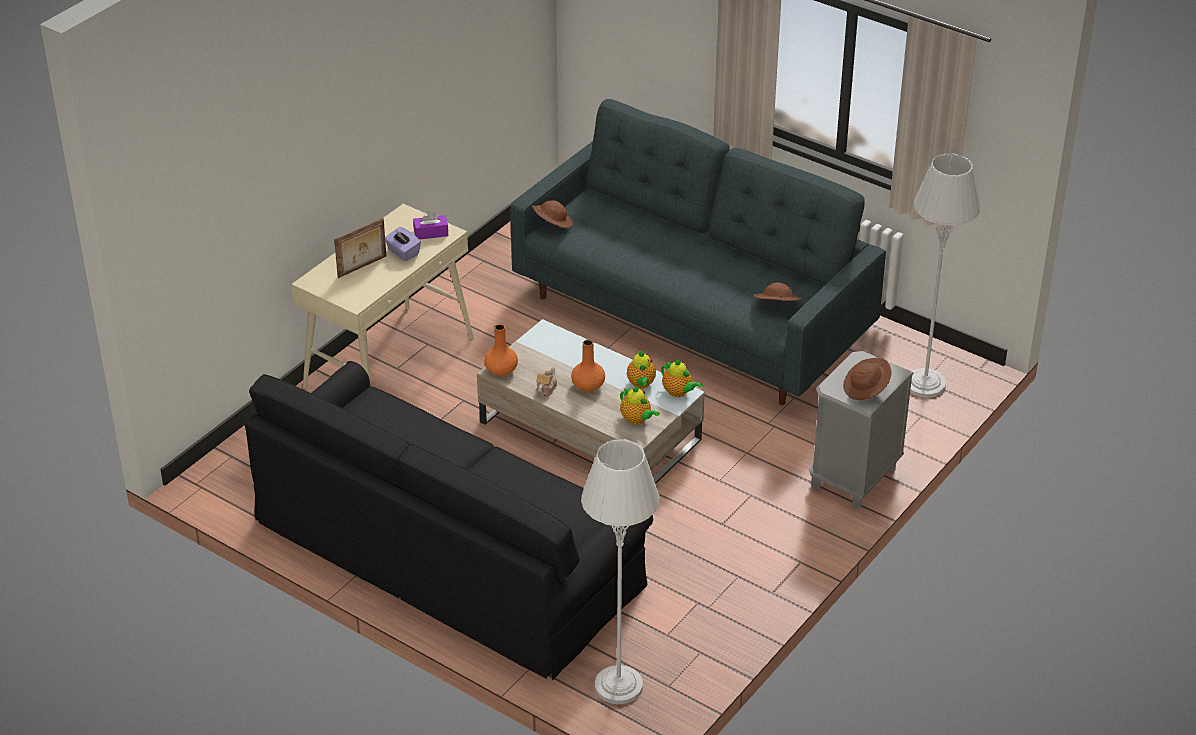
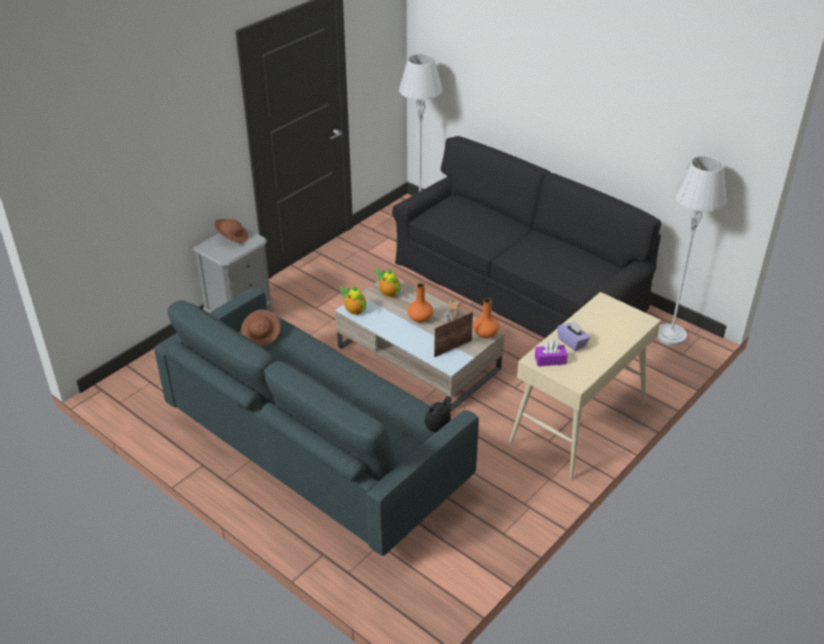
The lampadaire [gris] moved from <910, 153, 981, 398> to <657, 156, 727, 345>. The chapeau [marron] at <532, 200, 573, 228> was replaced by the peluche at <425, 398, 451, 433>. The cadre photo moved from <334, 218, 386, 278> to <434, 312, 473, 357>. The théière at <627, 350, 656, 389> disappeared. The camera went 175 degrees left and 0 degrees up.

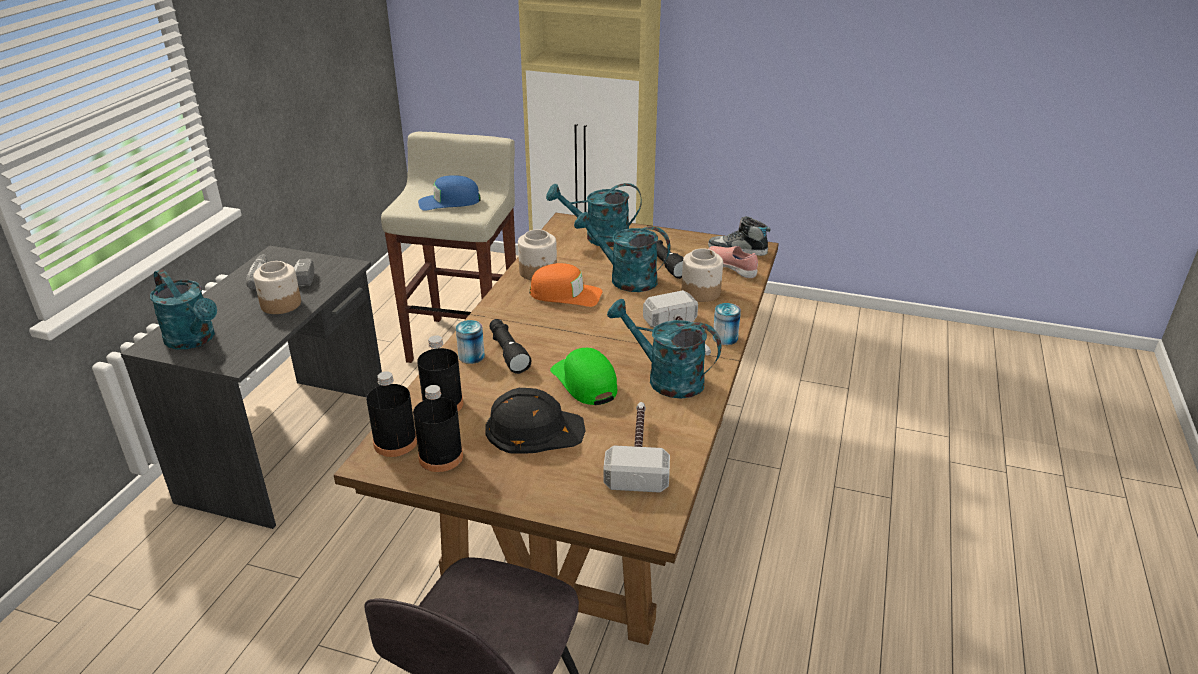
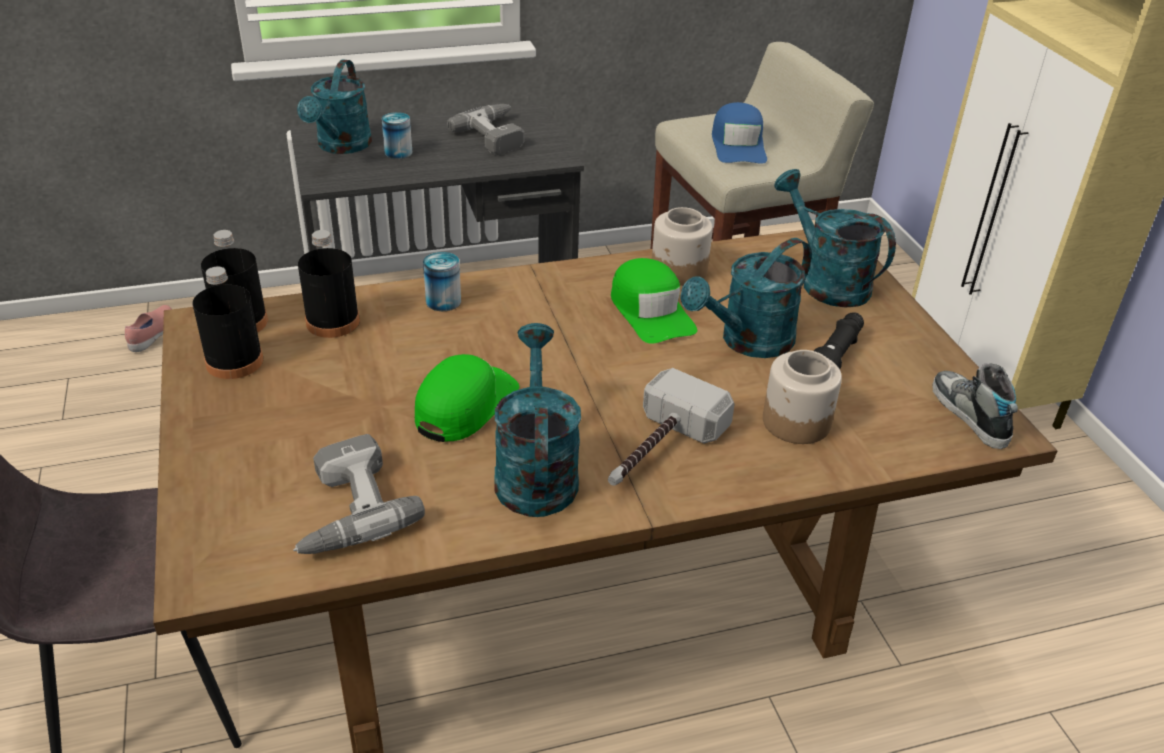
The casquette [bleu] at <418, 175, 481, 211> turned 135 degrees counterclockwise. The arrosoir [turquoise] at <574, 212, 670, 292> turned 120 degrees counterclockwise. The chaussure [rose] moved from <709, 246, 758, 278> to <125, 305, 172, 352>. The bocal at <253, 261, 301, 314> disappeared. The casquette [orange] at <530, 263, 603, 307> became the casquette [vert] at <611, 258, 697, 344>. The boîte métallique moved from <713, 303, 741, 345> to <381, 112, 413, 159>. The lampe de poche [noir] at <489, 319, 531, 374> disappeared. The casque de chantier [noir] at <485, 388, 585, 454> disappeared. The marteau at <603, 402, 670, 493> was replaced by the perceuse at <293, 434, 425, 554>. The camera went 55 degrees right and 5 degrees up.

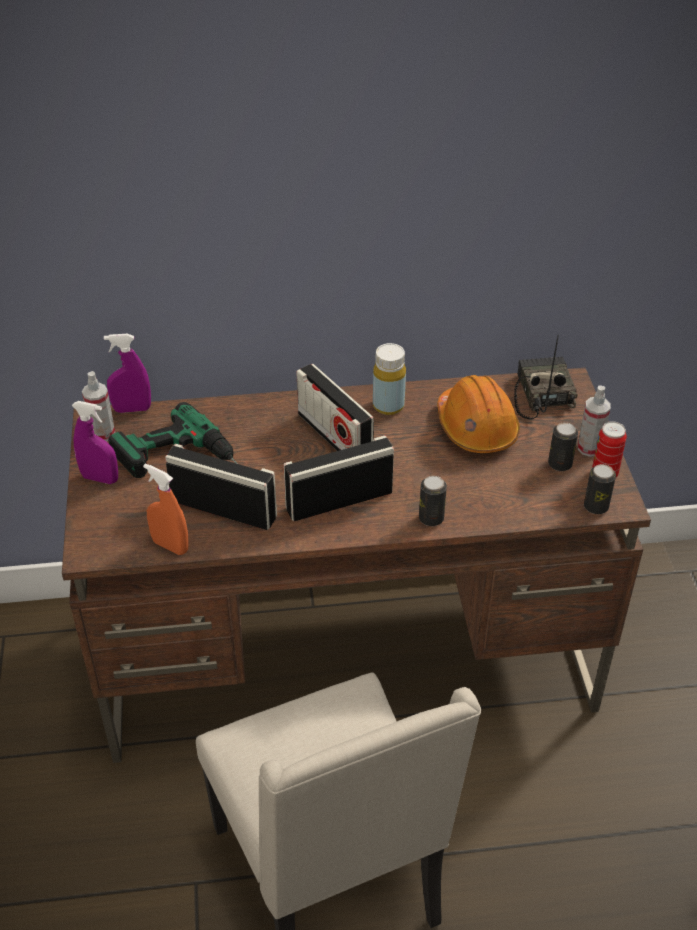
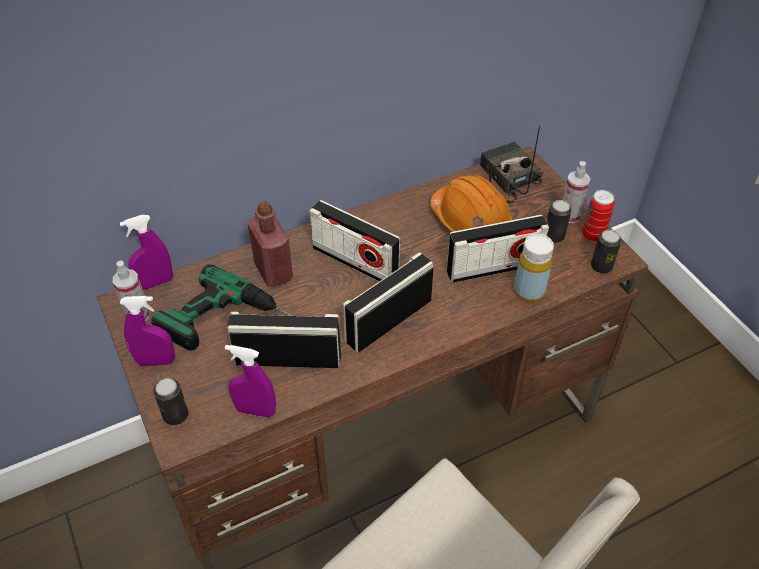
The bouteille [jaune] moved from <373, 343, 406, 415> to <514, 234, 554, 301>. The vaporisateur [orange] at <143, 464, 189, 555> became the vaporisateur [violet] at <225, 345, 276, 418>. The boîte métallique moved from <419, 476, 447, 526> to <153, 378, 188, 425>. The bouteille [rouge] at <247, 201, 293, 287> appeared. The radio at <447, 215, 549, 283> appeared. The camera went 20 degrees left and 5 degrees up.

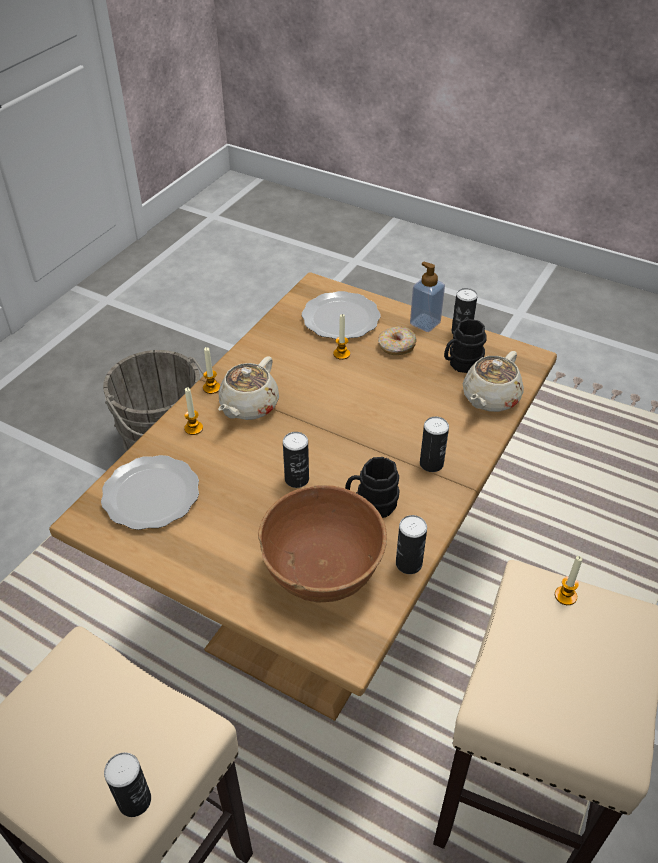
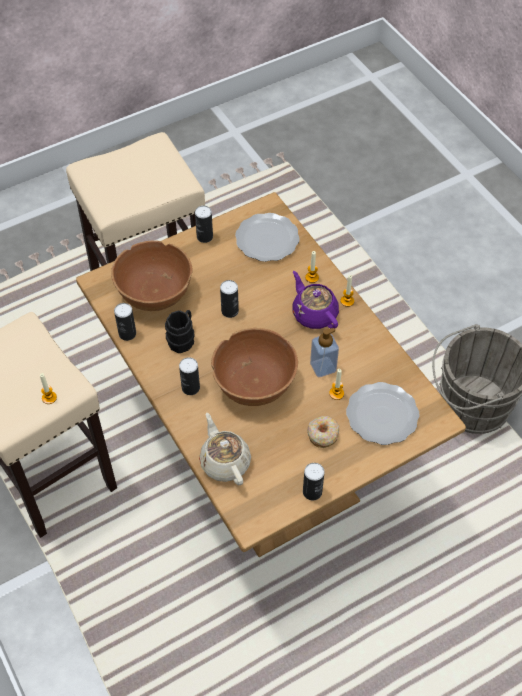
The distributeur de savon moved from <410, 262, 445, 332> to <310, 328, 339, 377>. The mug [noir] at <444, 319, 486, 373> disappeared. The théière [beige] at <218, 356, 279, 420> became the théière [violet] at <292, 271, 339, 329>. The boîte métallique moved from <104, 752, 151, 817> to <195, 206, 213, 243>. The bol [marron] at <211, 328, 298, 406> appeared. The camera went 120 degrees right and 10 degrees up.

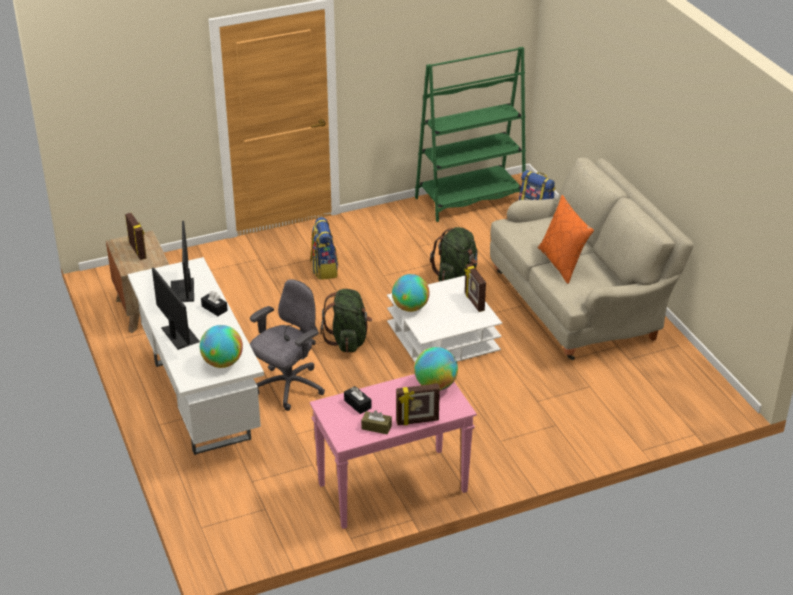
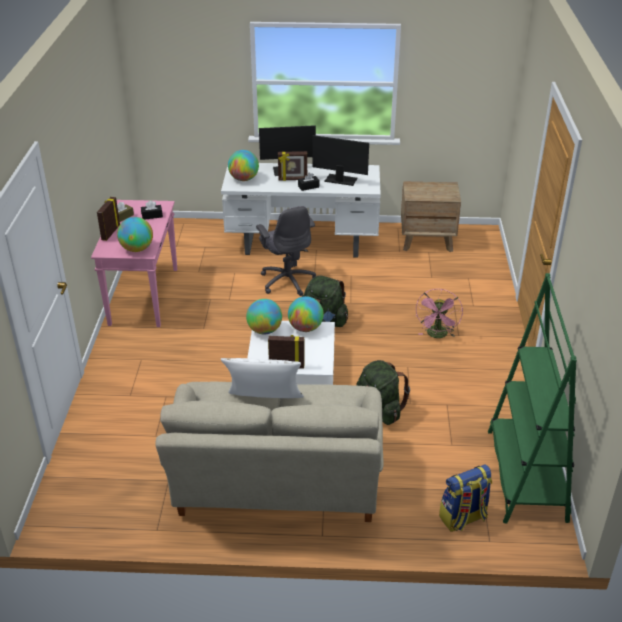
The coussin [orange] at <538, 195, 594, 284> became the coussin [blanc] at <221, 358, 304, 398>. The cadre photo moved from <125, 213, 146, 260> to <278, 151, 307, 181>. The sac à dos at <310, 217, 339, 280> was replaced by the ventilateur [rose] at <415, 289, 463, 338>. The globe at <246, 299, 282, 335> appeared. The camera went 115 degrees right and 0 degrees up.

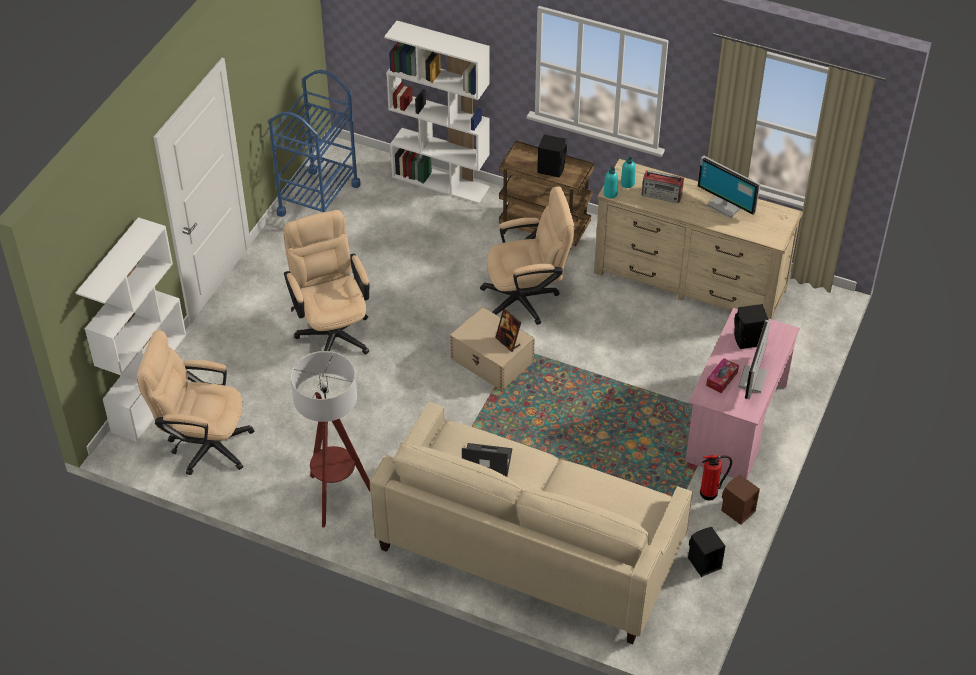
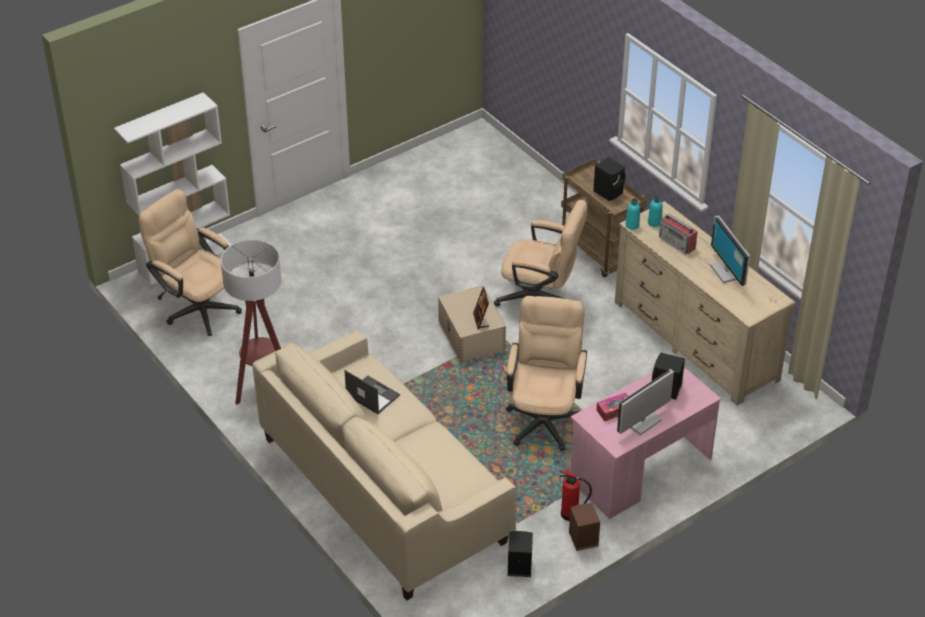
The bibliothèque [blanc] at <384, 21, 490, 204> disappeared. The chariot [bleu] at <269, 70, 361, 217> disappeared. The chaise de bureau [beige] moved from <283, 210, 369, 354> to <506, 296, 587, 451>. The camera went 30 degrees right and 5 degrees down.

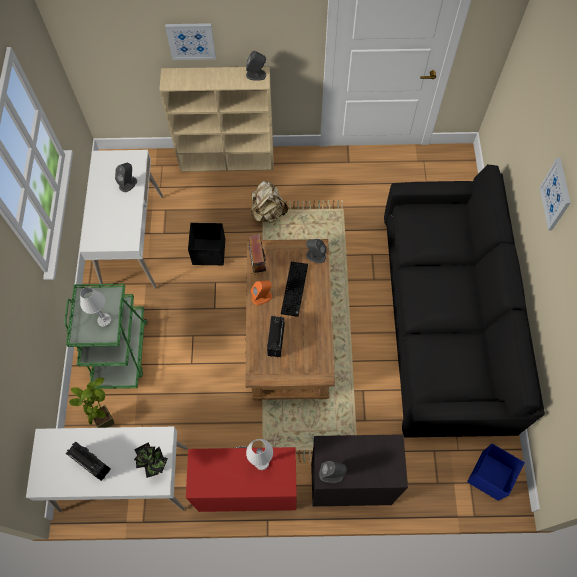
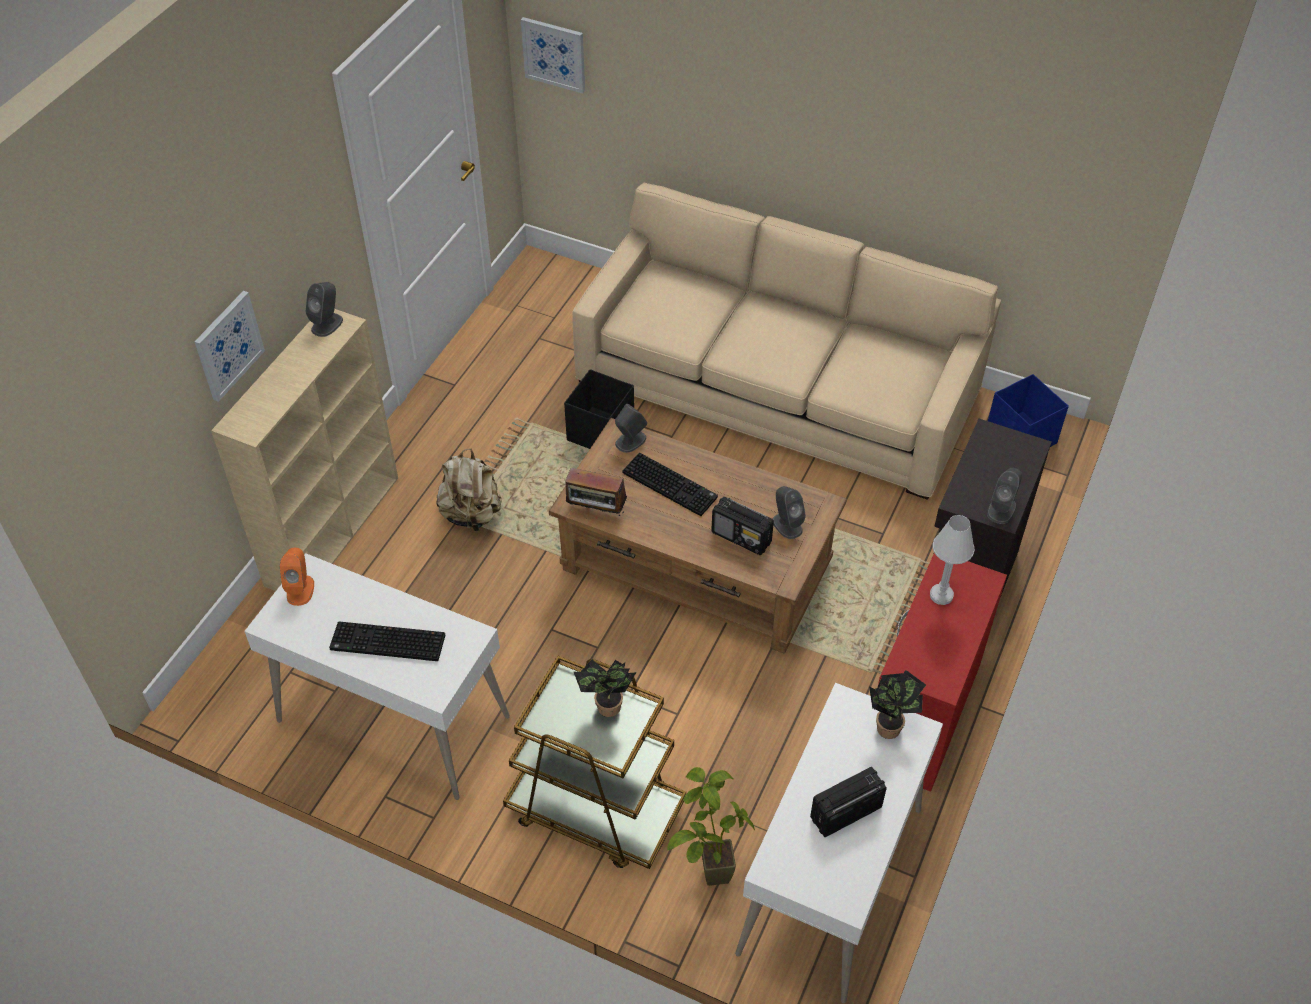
The tableau moved from <539, 158, 571, 231> to <521, 17, 585, 93>. The enceinte [gris] moved from <115, 163, 137, 192> to <773, 486, 806, 539>. The canapé [noir] at <384, 164, 545, 438> became the canapé [beige] at <572, 183, 1001, 500>. The boîte de rangement [noir] moved from <188, 223, 225, 265> to <564, 369, 634, 449>. The enceinte [orange] moved from <251, 281, 272, 305> to <280, 548, 314, 606>. The chariot [vert] at <64, 284, 148, 389> became the chariot [marron] at <503, 656, 686, 869>. The lampe de table [blanc] at <80, 287, 112, 327> was replaced by the plante en pot at <574, 660, 637, 717>. The clavier at <329, 621, 445, 661> appeared. The camera went 65 degrees left and 15 degrees down.

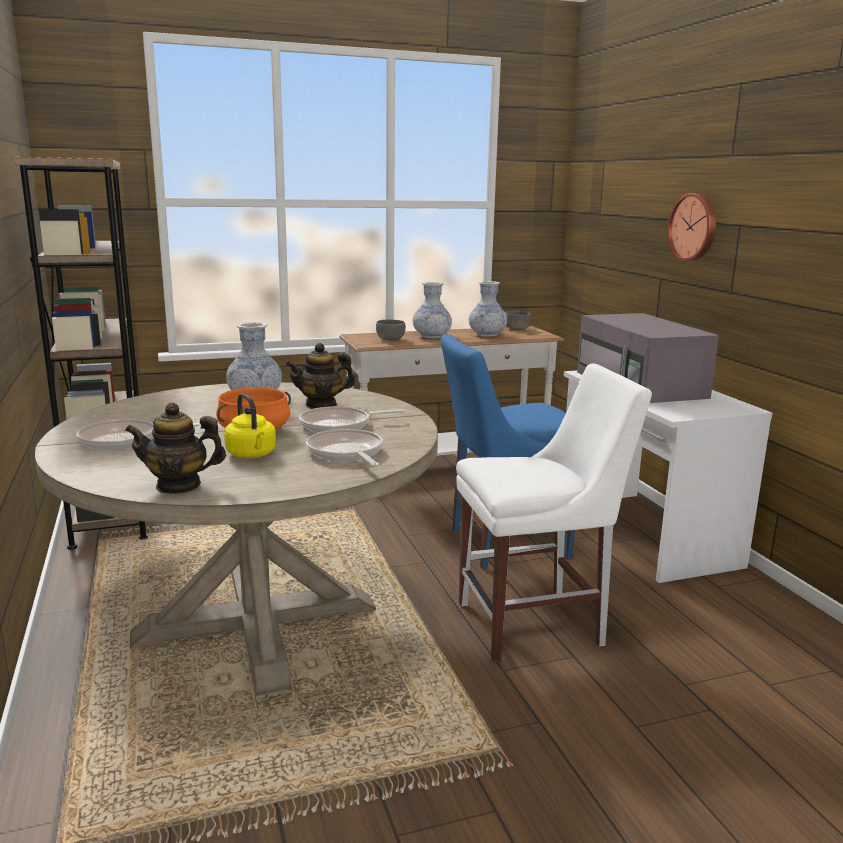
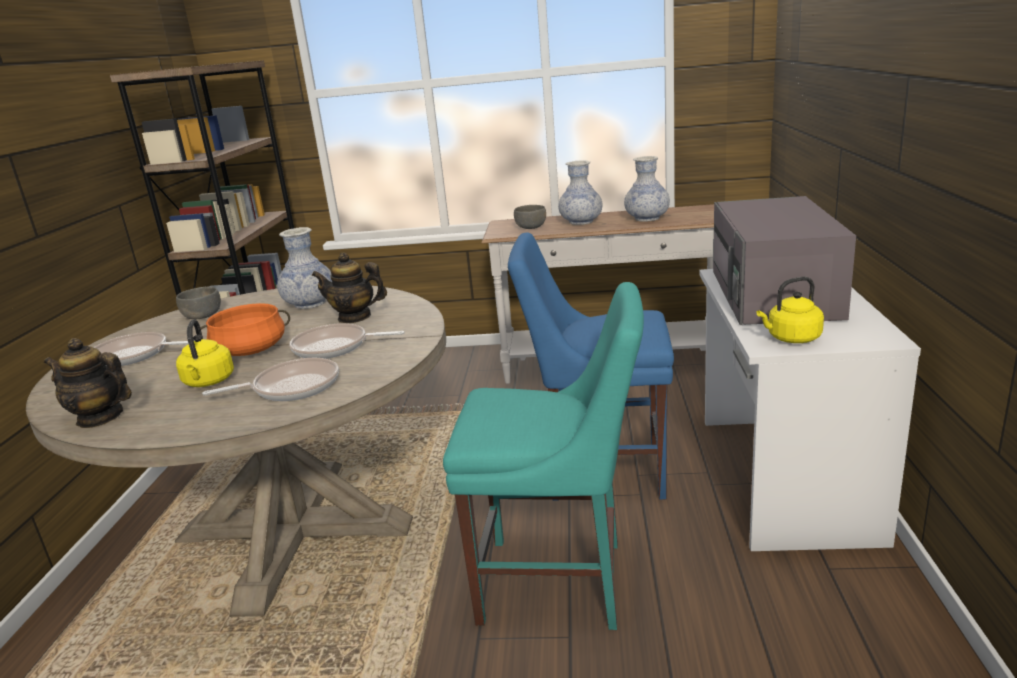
The horloge murale at <667, 193, 716, 261> disappeared. The bol [gris] moved from <506, 311, 532, 330> to <176, 287, 221, 319>. The chaise [blanc] at <456, 364, 652, 662> became the chaise [turquoise] at <443, 282, 644, 630>. The poêle at <306, 429, 383, 467> turned 75 degrees clockwise. The bouilloire [jaune] at <757, 277, 824, 343> appeared. The camera went 25 degrees right and 5 degrees up.

